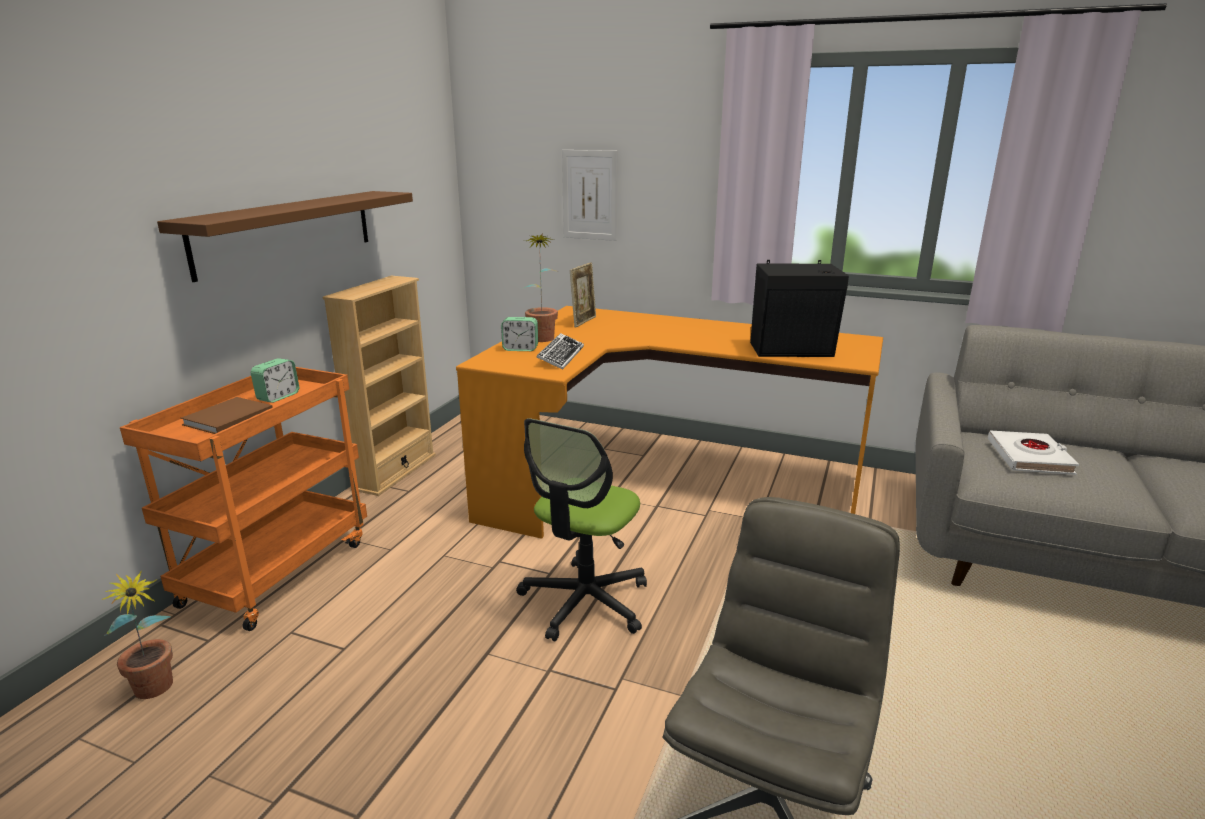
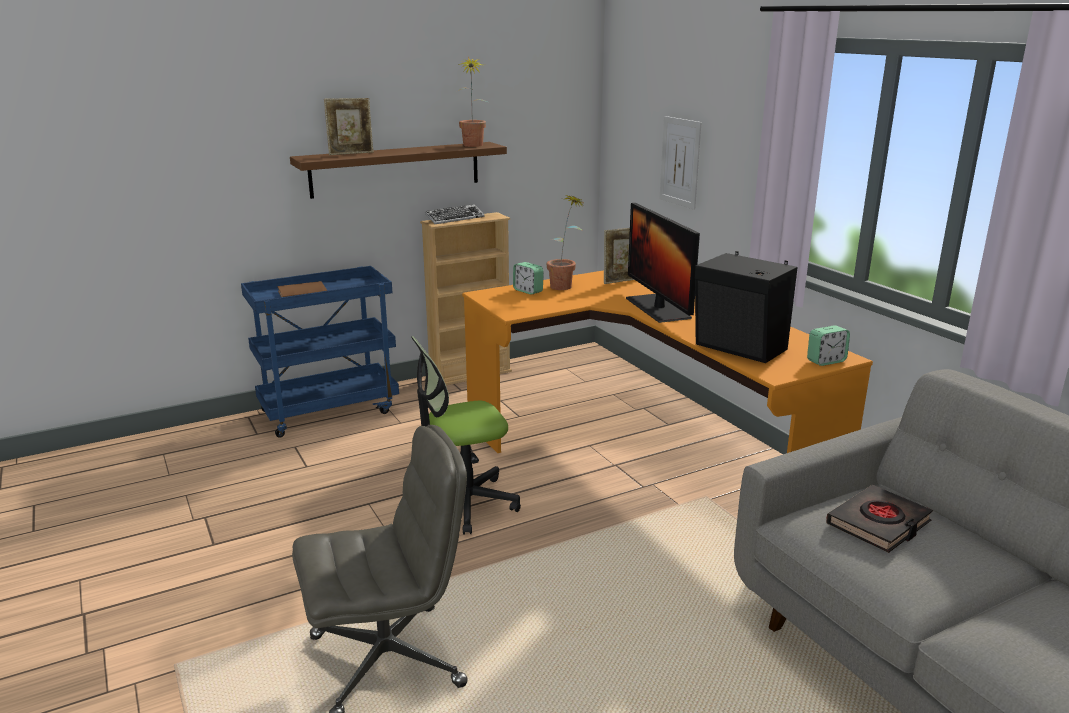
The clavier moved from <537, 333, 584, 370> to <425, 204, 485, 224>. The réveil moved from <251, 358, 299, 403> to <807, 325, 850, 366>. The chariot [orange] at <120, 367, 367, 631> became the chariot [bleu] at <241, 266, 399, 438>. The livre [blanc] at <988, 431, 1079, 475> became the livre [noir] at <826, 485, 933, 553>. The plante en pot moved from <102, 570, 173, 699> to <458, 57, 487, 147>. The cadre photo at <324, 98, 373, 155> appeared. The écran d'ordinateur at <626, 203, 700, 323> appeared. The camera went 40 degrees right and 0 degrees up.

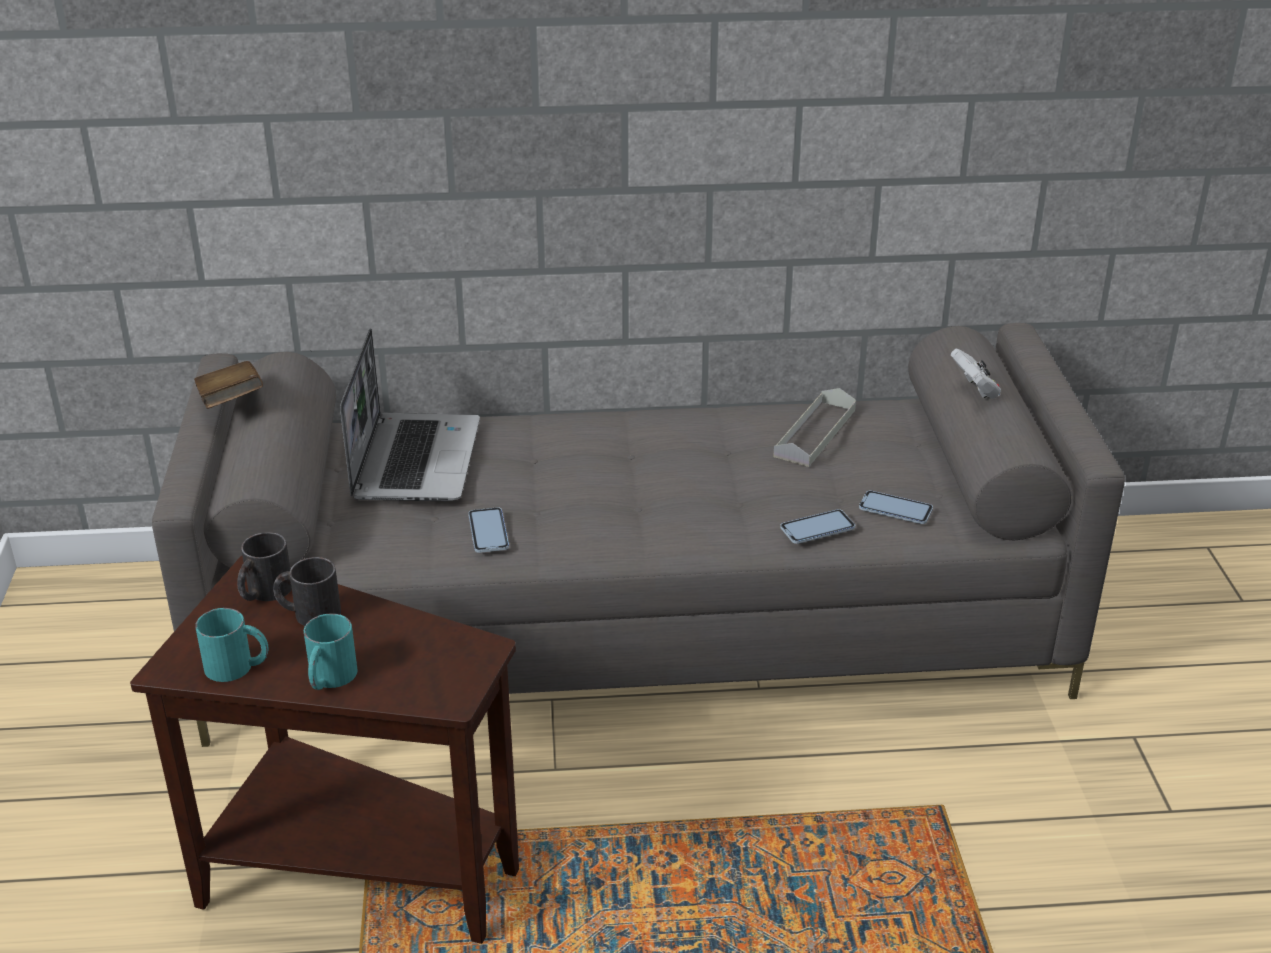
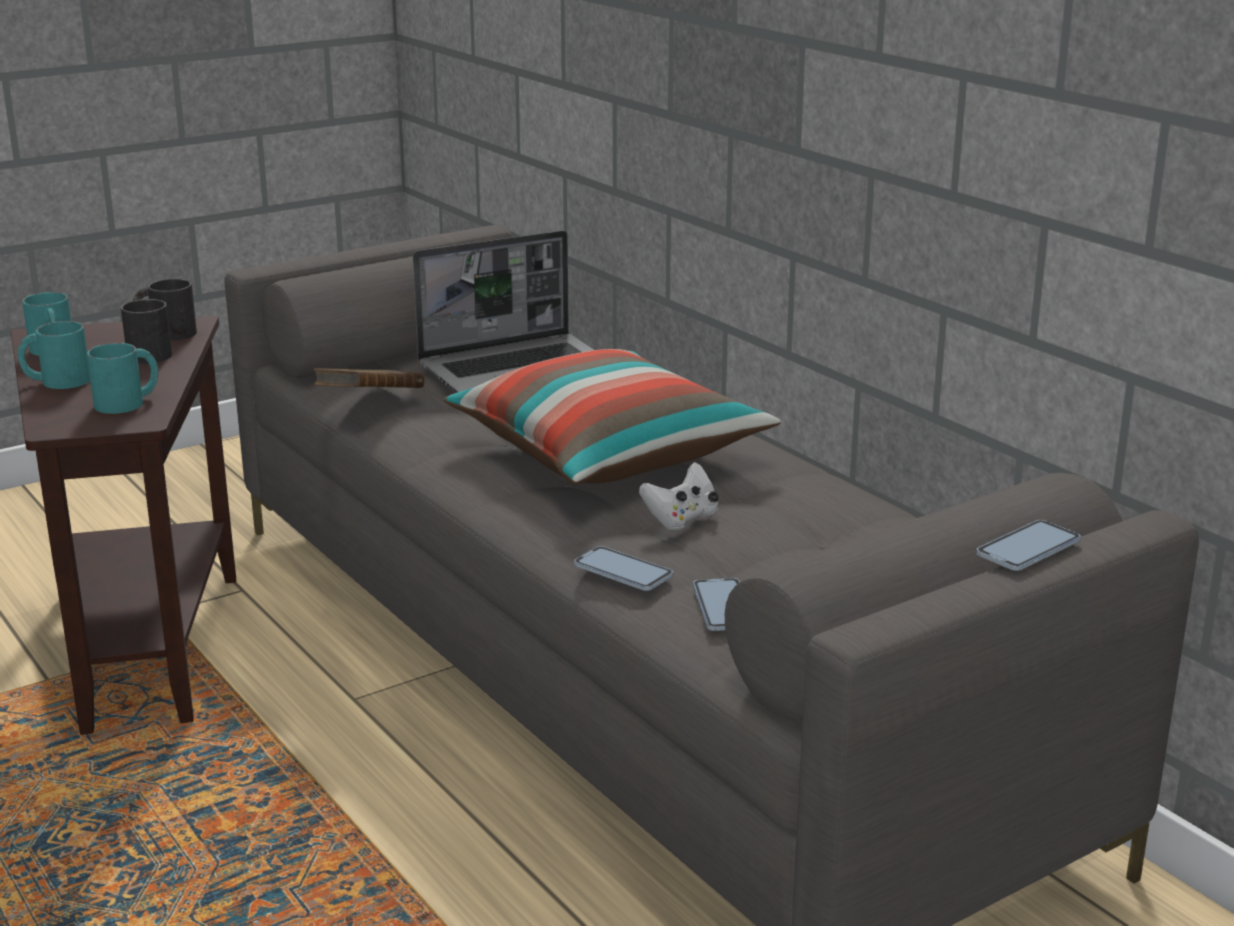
The manette [blanc] moved from <951, 348, 1001, 399> to <639, 462, 718, 531>. The livre [marron] moved from <194, 361, 263, 409> to <314, 368, 424, 388>. The plateau [gris] at <773, 388, 856, 467> disappeared. The téléphone moved from <468, 507, 509, 553> to <976, 520, 1081, 571>. The mug [turquoise] at <87, 343, 158, 414> appeared. The coussin at <443, 349, 781, 484> appeared. The camera went 60 degrees right and 10 degrees down.

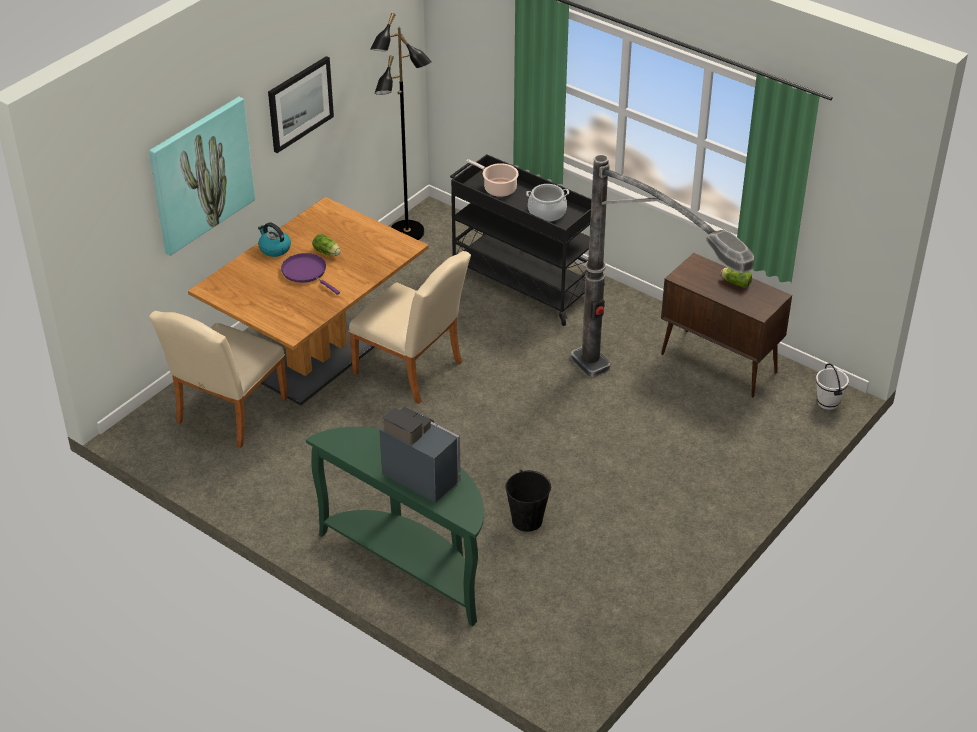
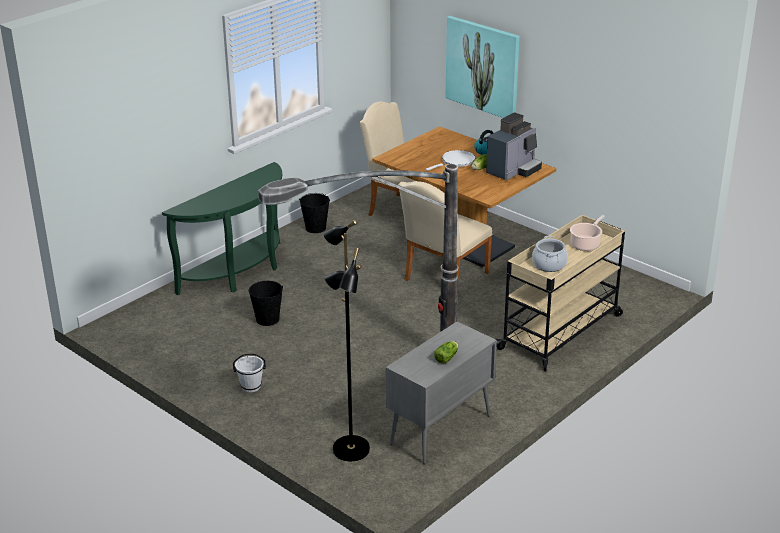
The lampadaire [noir] moved from <370, 13, 432, 240> to <324, 219, 370, 461>. The tableau at <268, 56, 334, 153> disappeared. The chariot [noir] at <450, 154, 605, 326> became the chariot [beige] at <496, 215, 625, 371>. The poêle [violet] at <281, 253, 340, 295> became the poêle [blanc] at <426, 150, 476, 171>. The meuble de rangement [marron] at <661, 253, 792, 398> became the meuble de rangement [gris] at <386, 321, 497, 464>. The seau [blanc] moved from <816, 363, 849, 410> to <233, 353, 266, 393>. The machine à café moved from <379, 407, 461, 503> to <486, 112, 542, 180>. The seau [noir] at <299, 193, 330, 233> appeared. The camera went 95 degrees right and 10 degrees down.

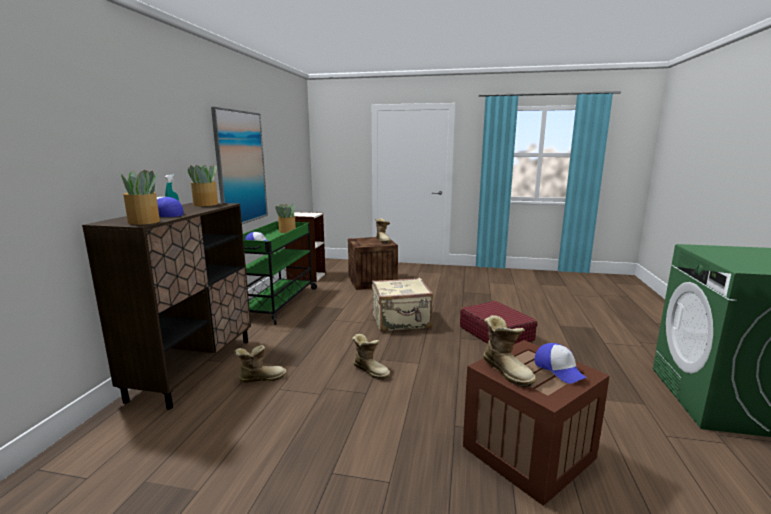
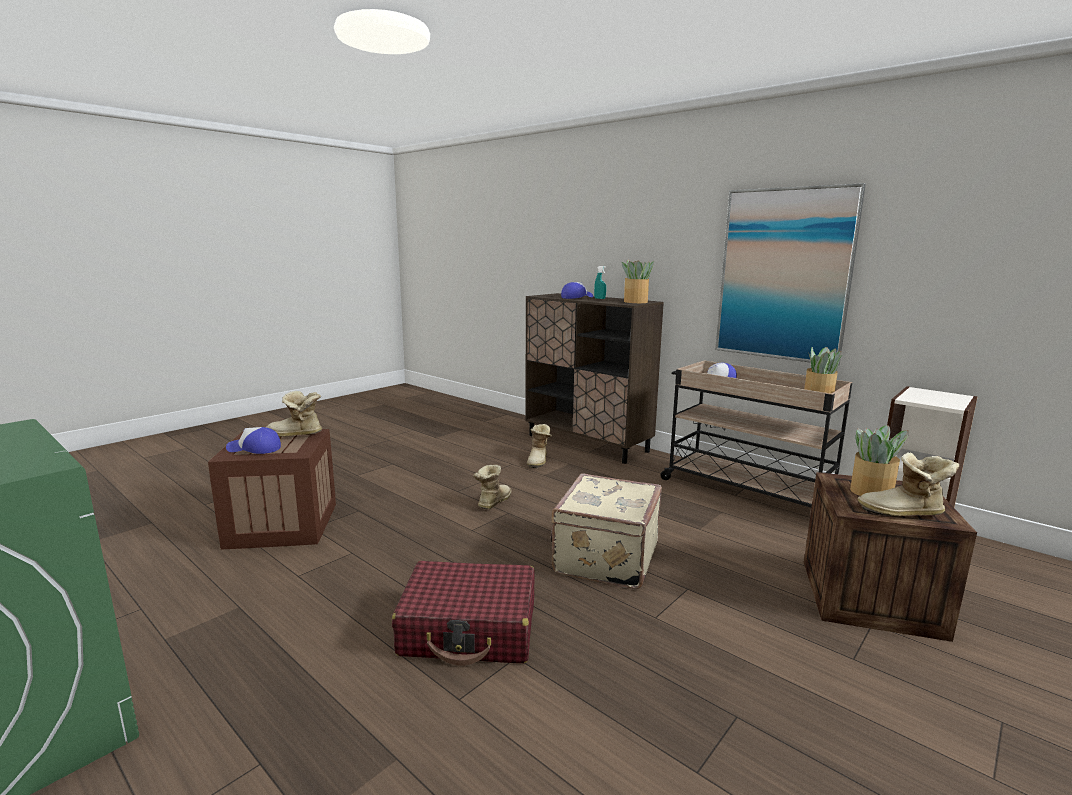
The plante en pot moved from <119, 170, 160, 225> to <850, 425, 909, 496>. The chariot [vert] at <243, 221, 318, 325> became the chariot [beige] at <661, 360, 852, 507>. The botte at <352, 334, 390, 380> turned 135 degrees clockwise. The camera went 120 degrees right and 0 degrees up.

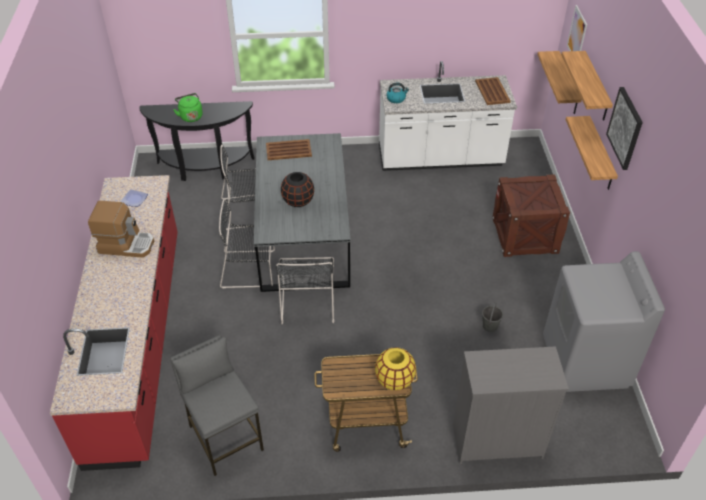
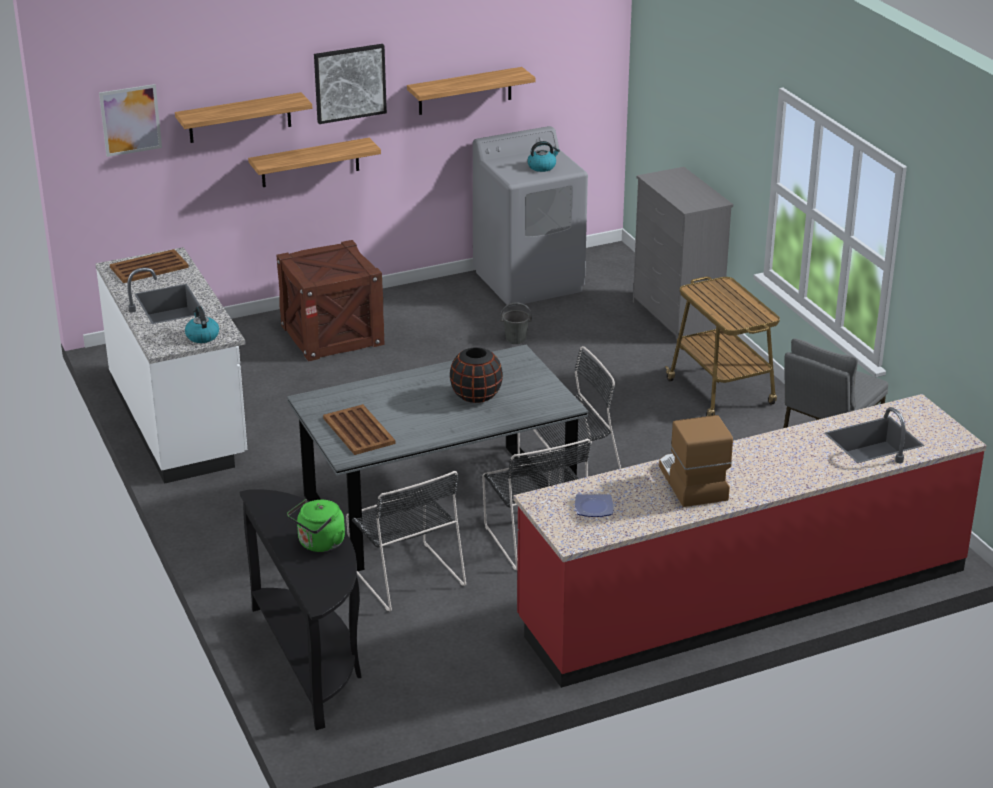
The étagère moved from <537, 51, 582, 114> to <407, 67, 536, 115>. The vase [jaune] at <375, 347, 416, 391> disappeared. The bouilloire at <527, 141, 560, 172> appeared. The camera went 110 degrees left and 15 degrees down.

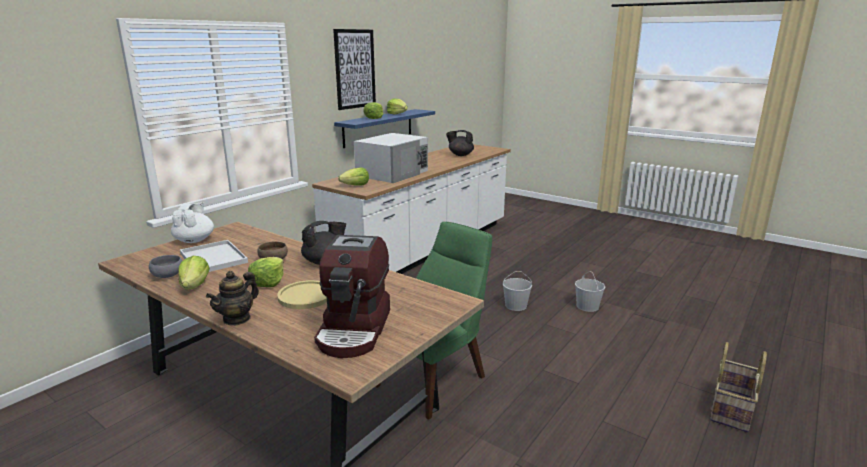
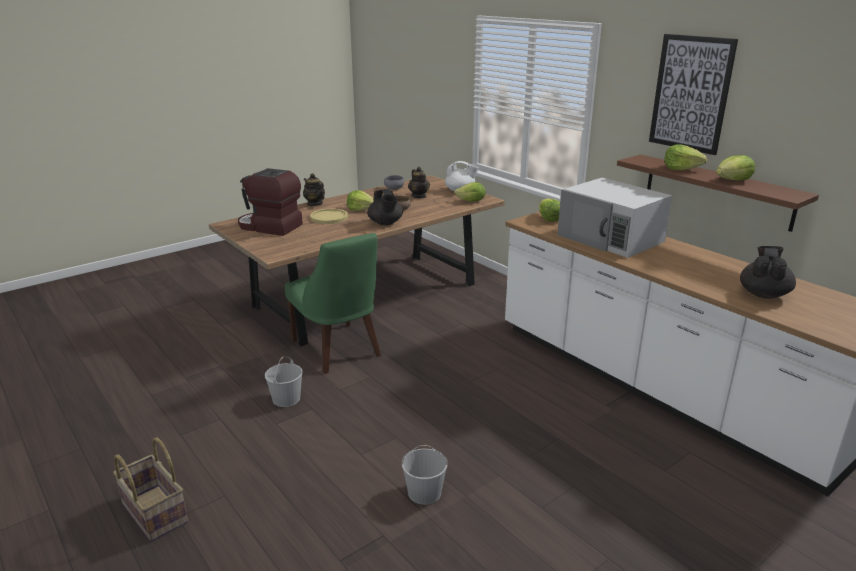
The étagère [bleu] at <334, 109, 435, 148> became the étagère [marron] at <617, 155, 819, 232>. The plateau [blanc] at <180, 240, 248, 272> was replaced by the théière at <408, 167, 430, 198>. The laitue moved from <178, 256, 210, 290> to <454, 182, 486, 201>. The seau [blanc] moved from <503, 271, 532, 311> to <265, 356, 303, 407>. The camera went 105 degrees right and 5 degrees up.

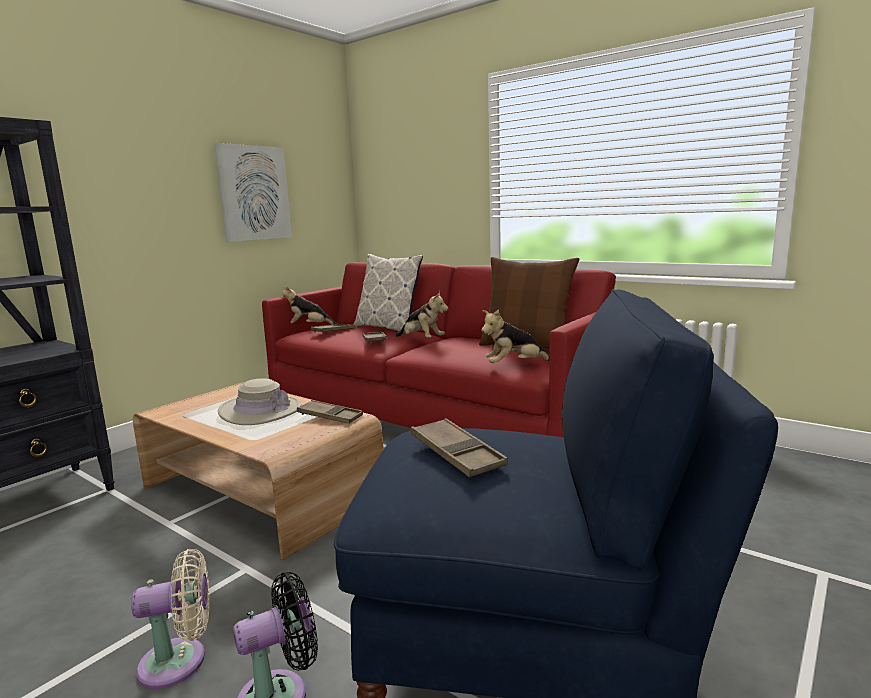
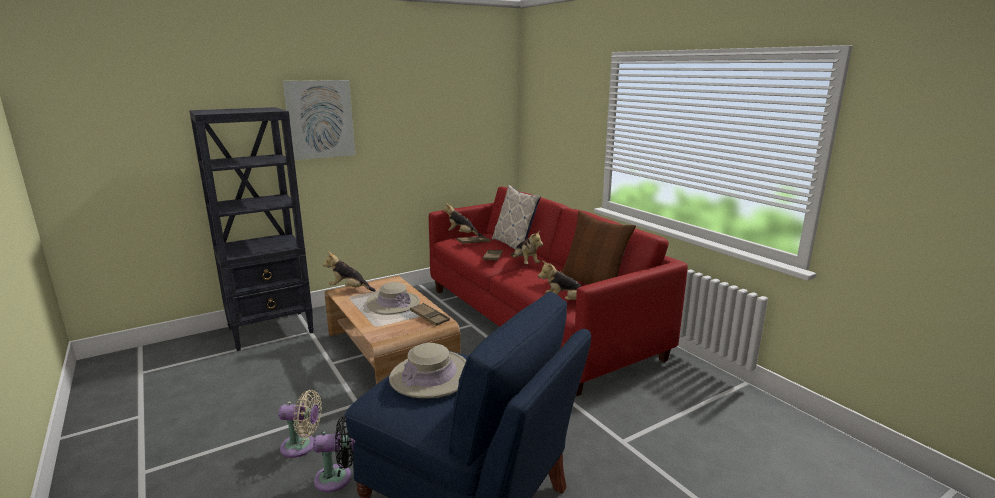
The tableau moved from <214, 143, 292, 242> to <283, 80, 355, 160>. The plateau [marron] at <411, 418, 508, 477> was replaced by the chapeau [beige] at <389, 343, 466, 398>. The peluche at <323, 252, 376, 292> appeared. The camera went 20 degrees right and 5 degrees up.

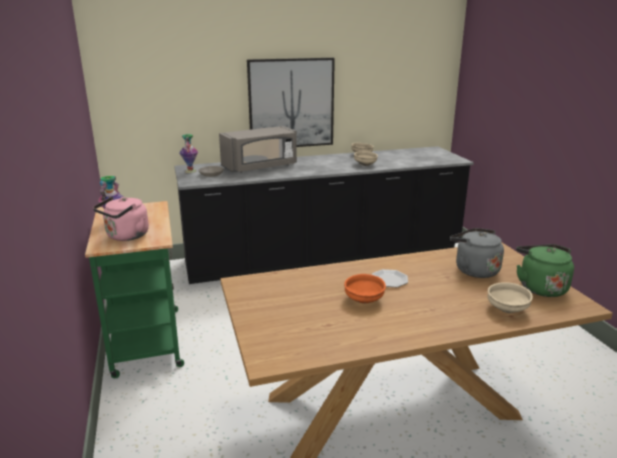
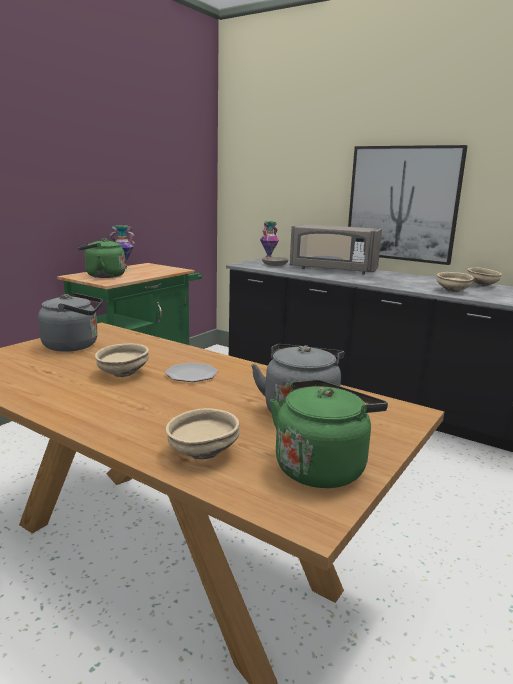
The bouilloire [rose] at <93, 196, 149, 241> became the bouilloire [vert] at <78, 238, 125, 278>. The bol [orange] at <344, 274, 386, 304> became the bol [beige] at <95, 343, 149, 377>. The bouilloire [gris] at <38, 293, 103, 352> appeared. The camera went 50 degrees right and 5 degrees down.

